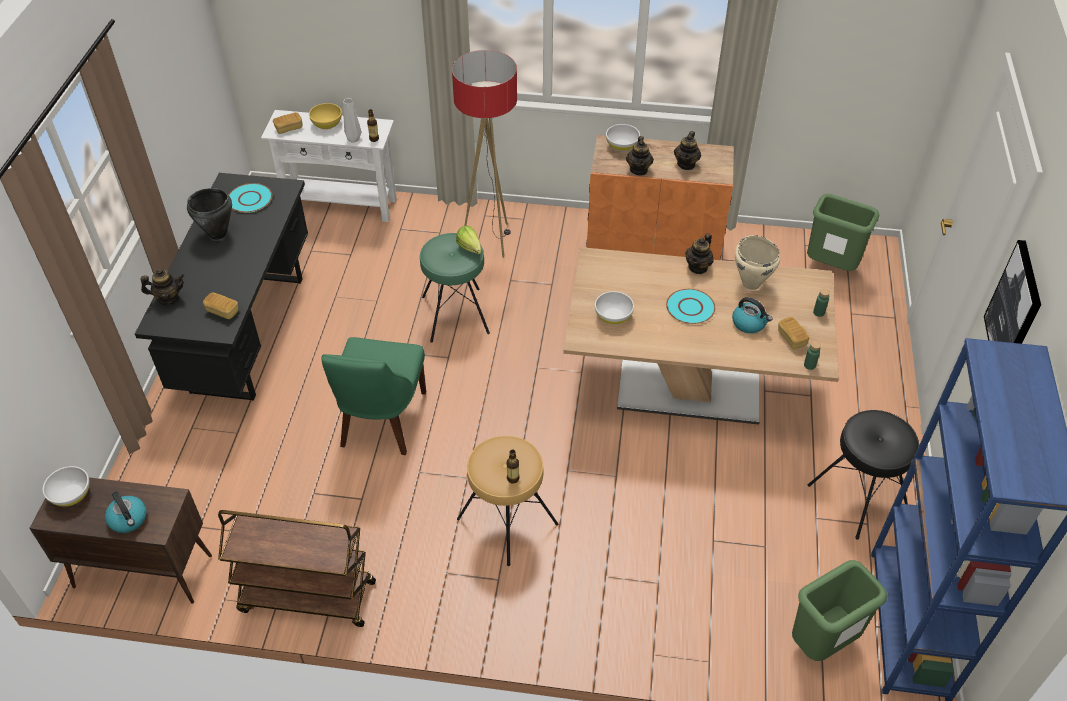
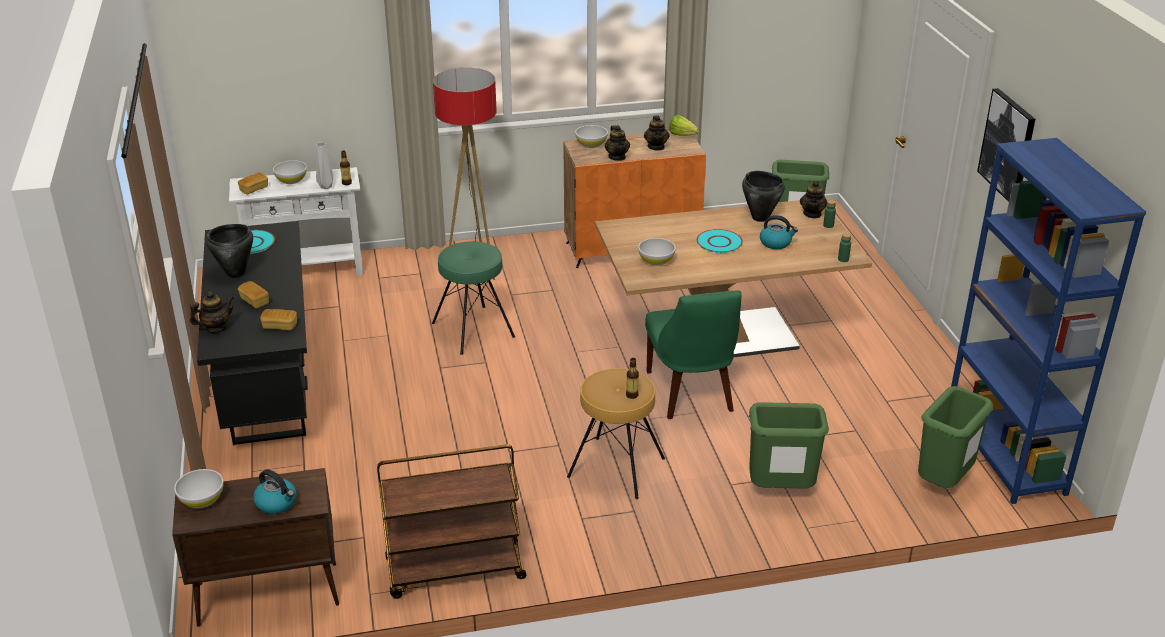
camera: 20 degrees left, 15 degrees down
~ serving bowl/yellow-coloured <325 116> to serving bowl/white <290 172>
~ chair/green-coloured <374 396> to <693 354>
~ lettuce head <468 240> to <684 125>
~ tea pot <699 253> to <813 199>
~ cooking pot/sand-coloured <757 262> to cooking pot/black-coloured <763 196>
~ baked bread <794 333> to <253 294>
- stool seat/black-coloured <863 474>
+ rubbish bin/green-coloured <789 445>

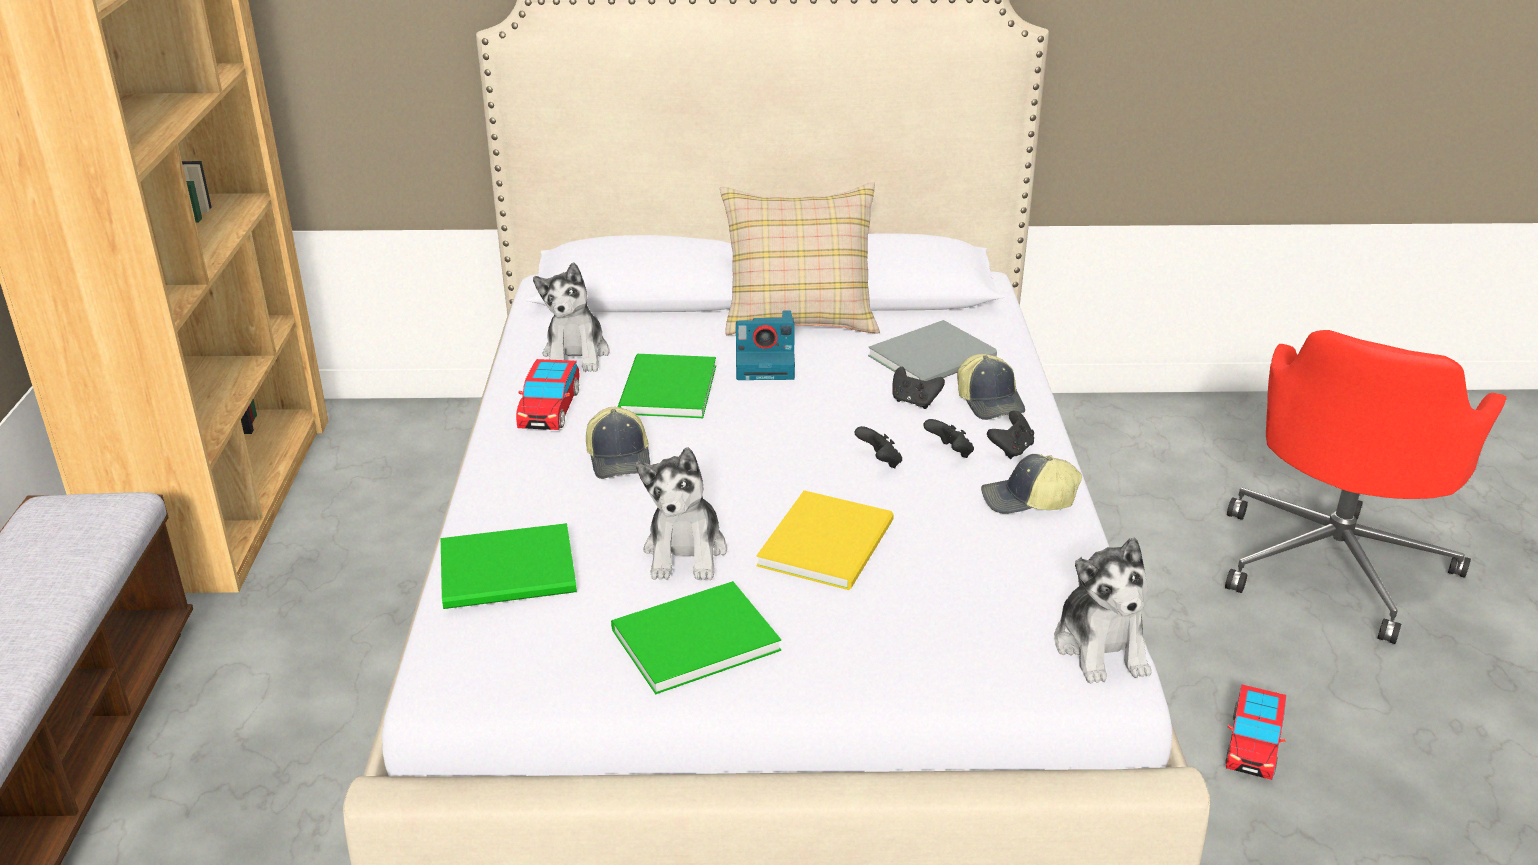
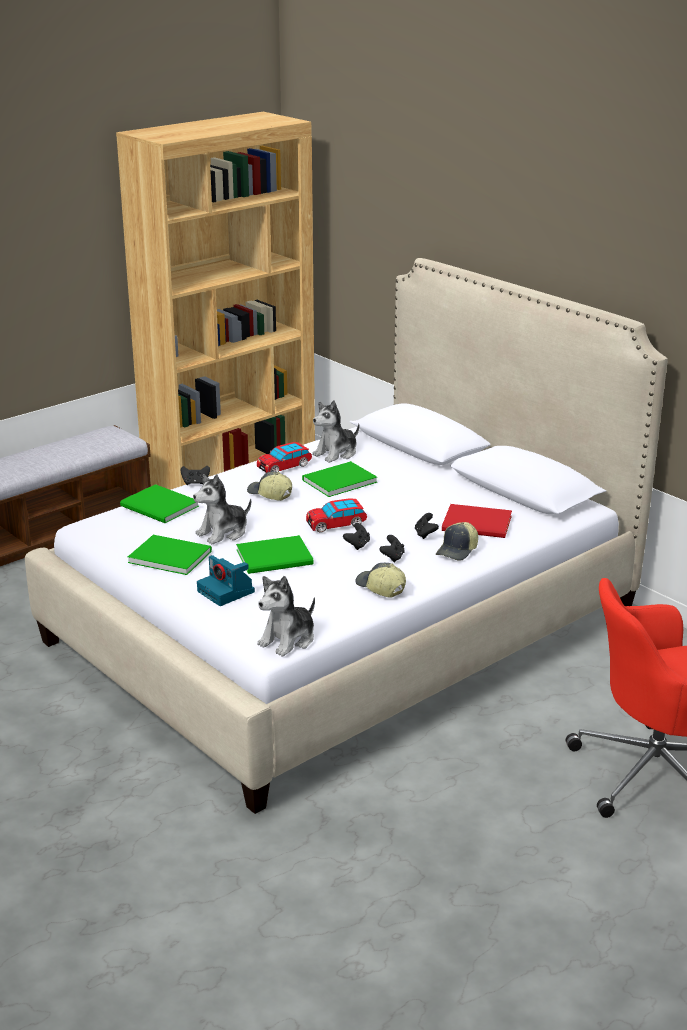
camera: 50 degrees right, 5 degrees down
~ peaked cap <618 443> = <269 486> 90 degrees clockwise
- cushion/sand-coloured <800 258>
~ still camera <765 345> to <226 580>
~ volume/yellow-coloured <825 540> to volume/green-coloured <275 554>
~ volume/gray <932 350> to volume/red <477 521>
~ joypad/black-coloured <1010 434> to <195 475>
~ toy car <1255 732> to <336 515>

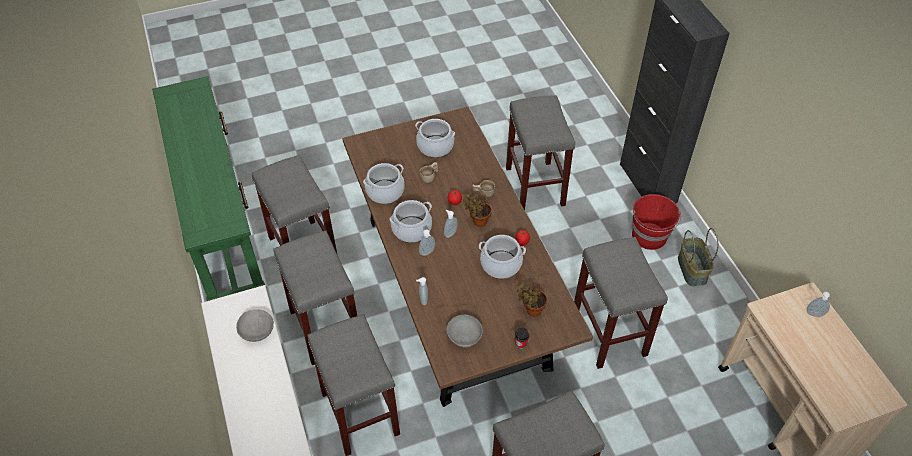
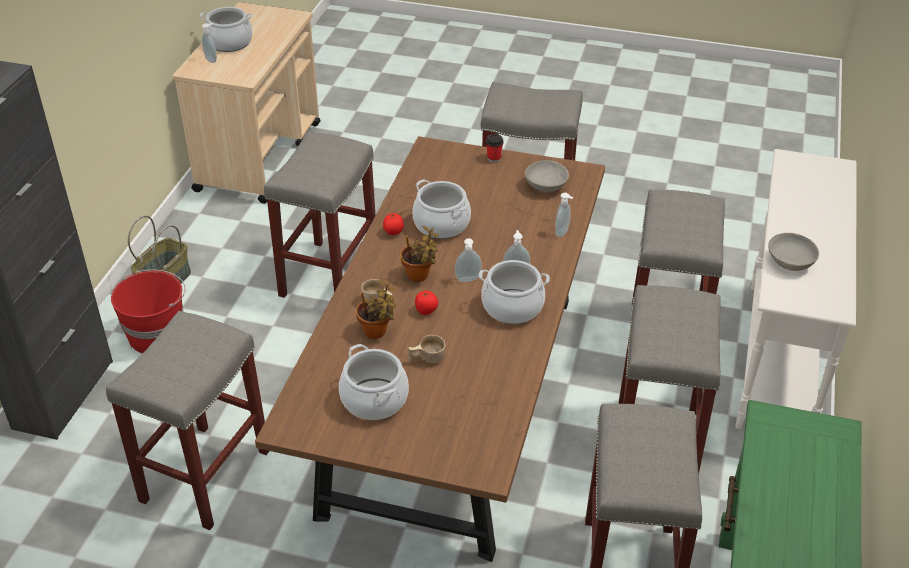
camera: 145 degrees left, 10 degrees down
~ cooking pot <383 183> to <226 29>
~ potted plant <532 299> to <376 309>

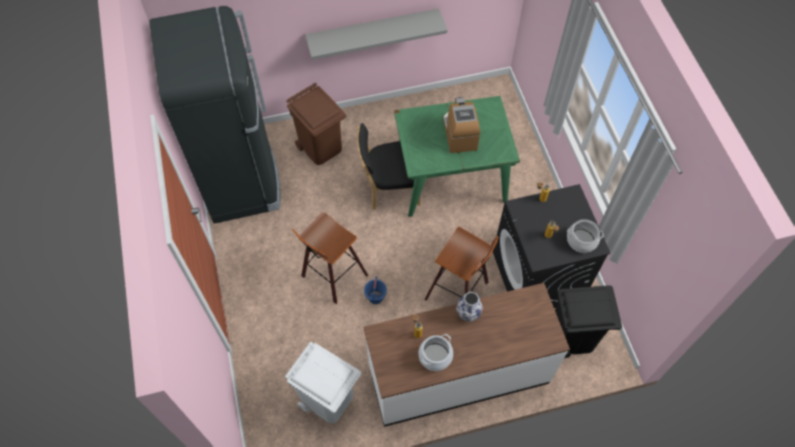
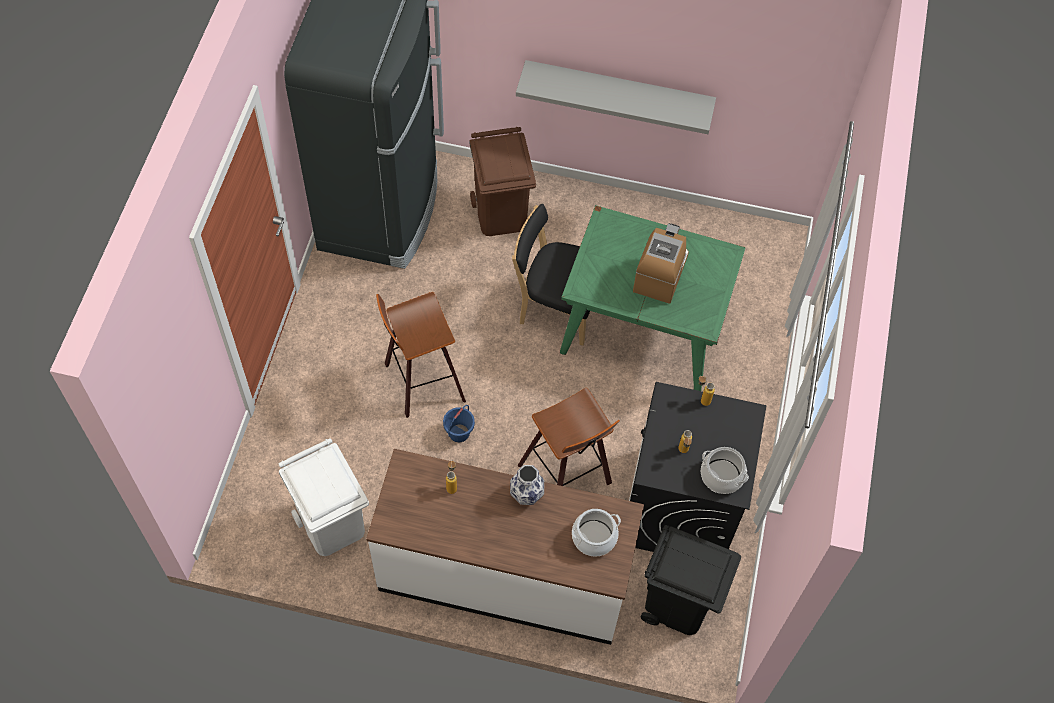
camera: 25 degrees right, 0 degrees up
~ cooking pot <436 352> to <596 533>

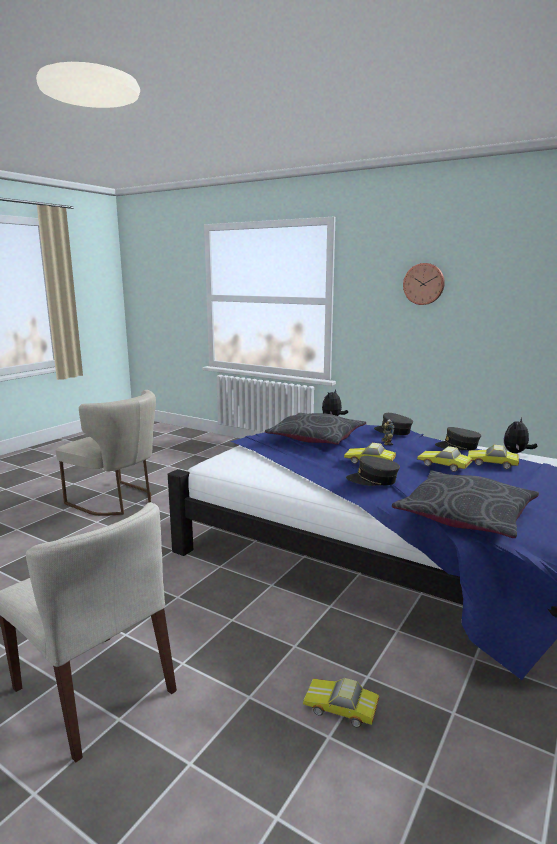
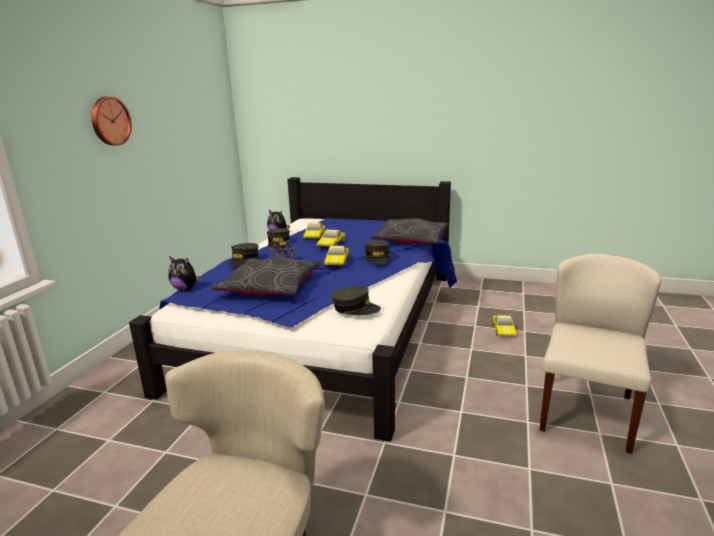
camera: 105 degrees left, 5 degrees up
+ peaked cap/gray <356 301>

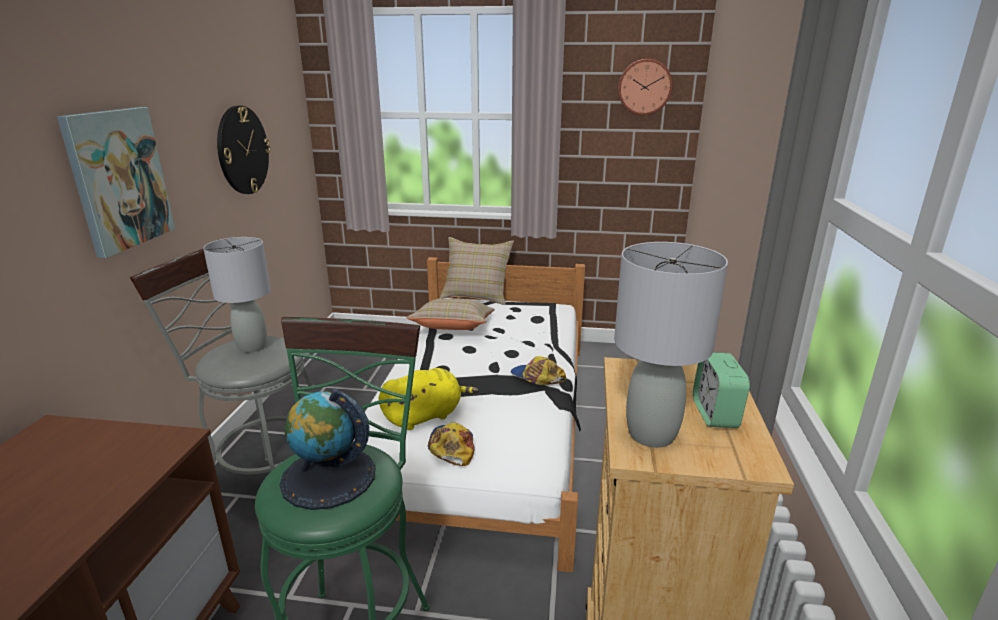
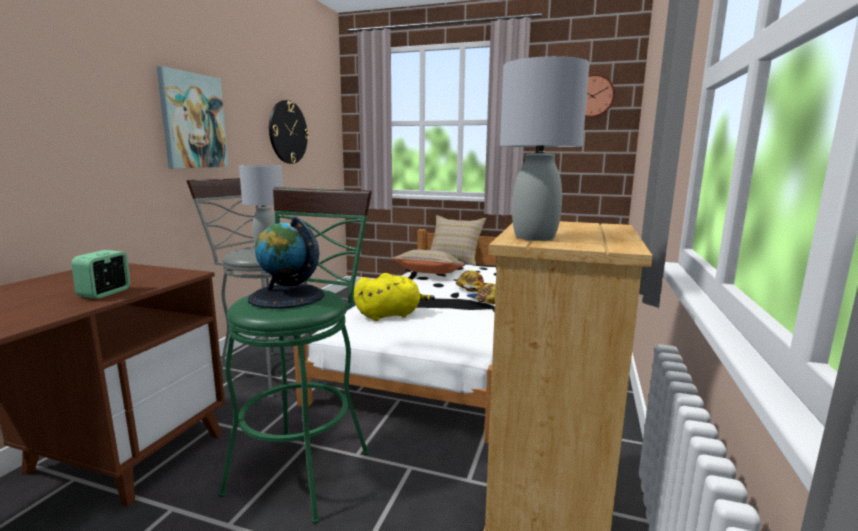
camera: 10 degrees right, 10 degrees down
~ peaked cap <451 444> to <470 281>
~ bedside clock <721 390> to <100 274>

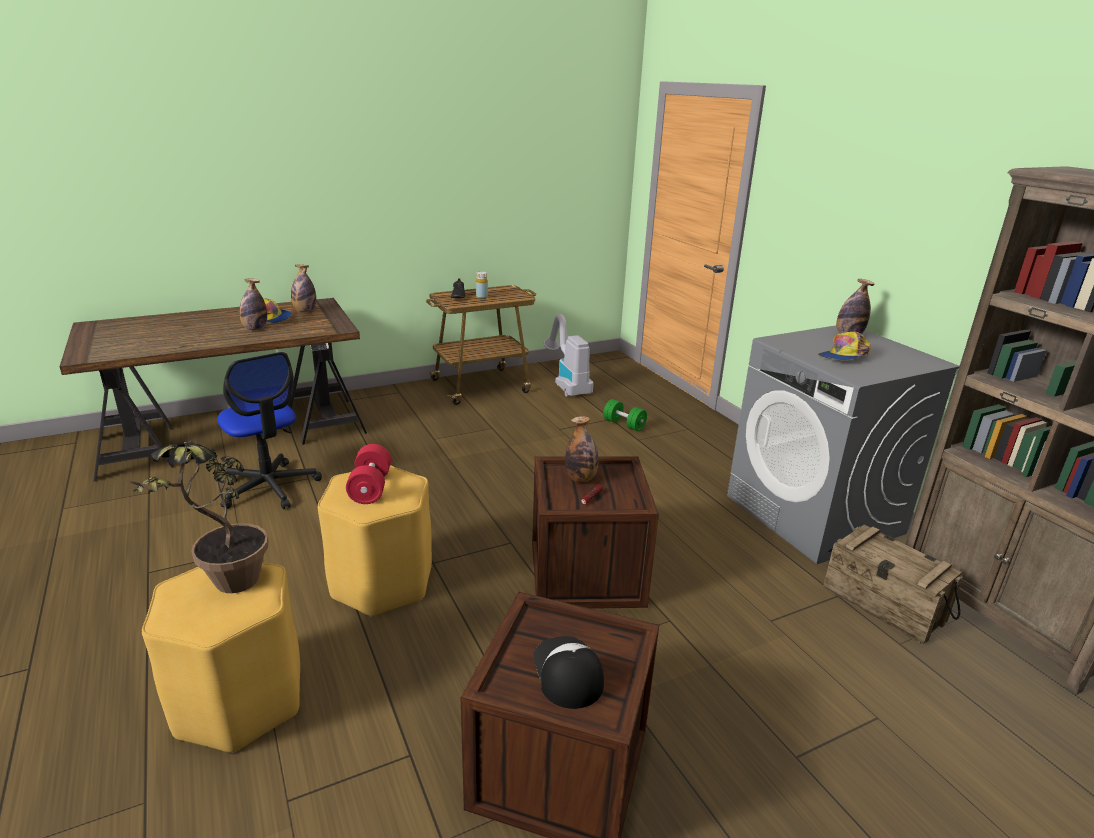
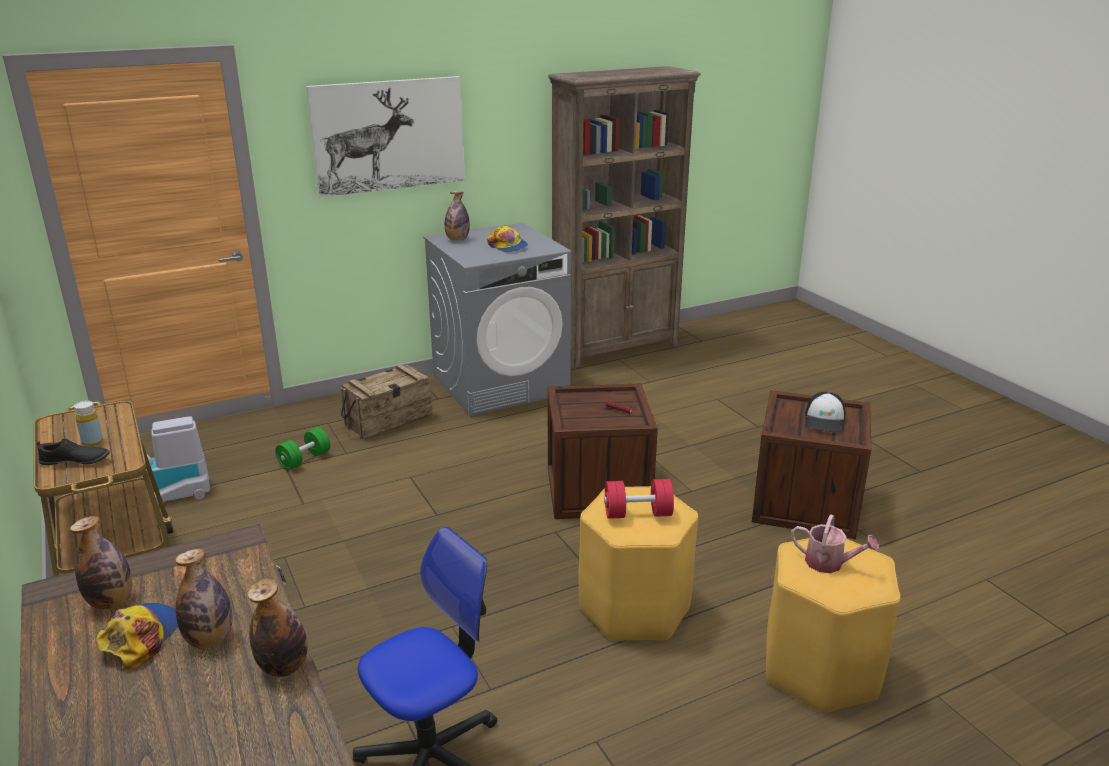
camera: 90 degrees left, 0 degrees up
~ potted plant <196 517> to sprinkling can <835 543>
~ peaked cap <568 672> = <825 412> 60 degrees counterclockwise
~ beverage bottle <582 449> to <277 628>
~ crate <893 584> to <386 402>
+ wall art <385 137>

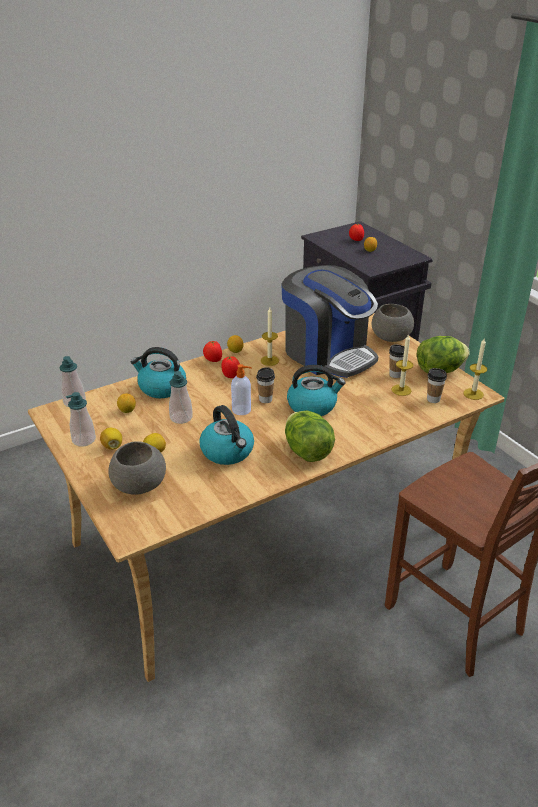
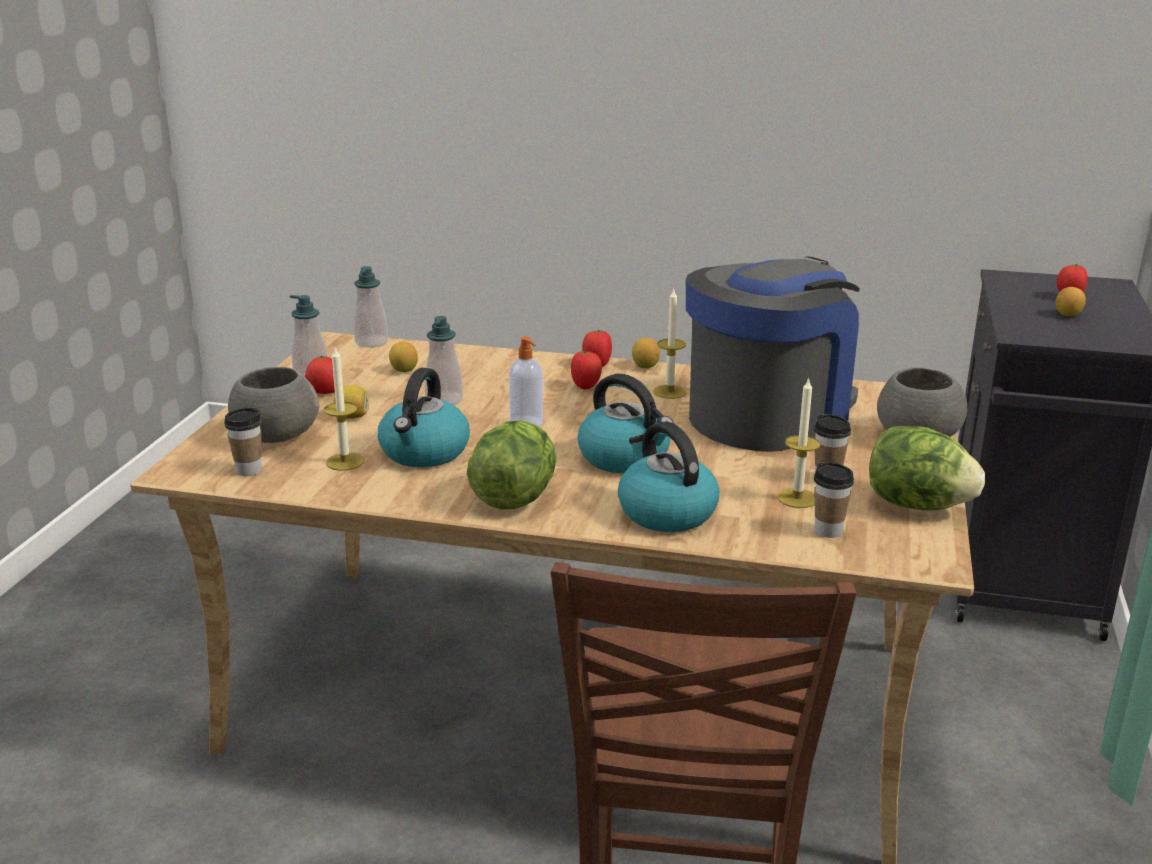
camera: 45 degrees right, 10 degrees down
~ lemon <111 439> to tomato <320 375>
~ kettle <158 372> to <668 476>
~ small cup <265 385> to <243 442>
~ coffee machine <329 321> = <773 354> 135 degrees counterclockwise
~ wax light <475 369> to <344 409>

